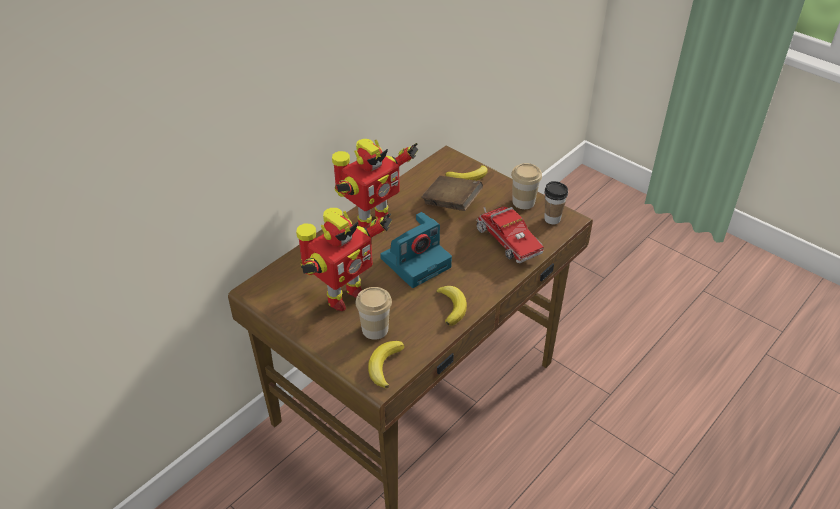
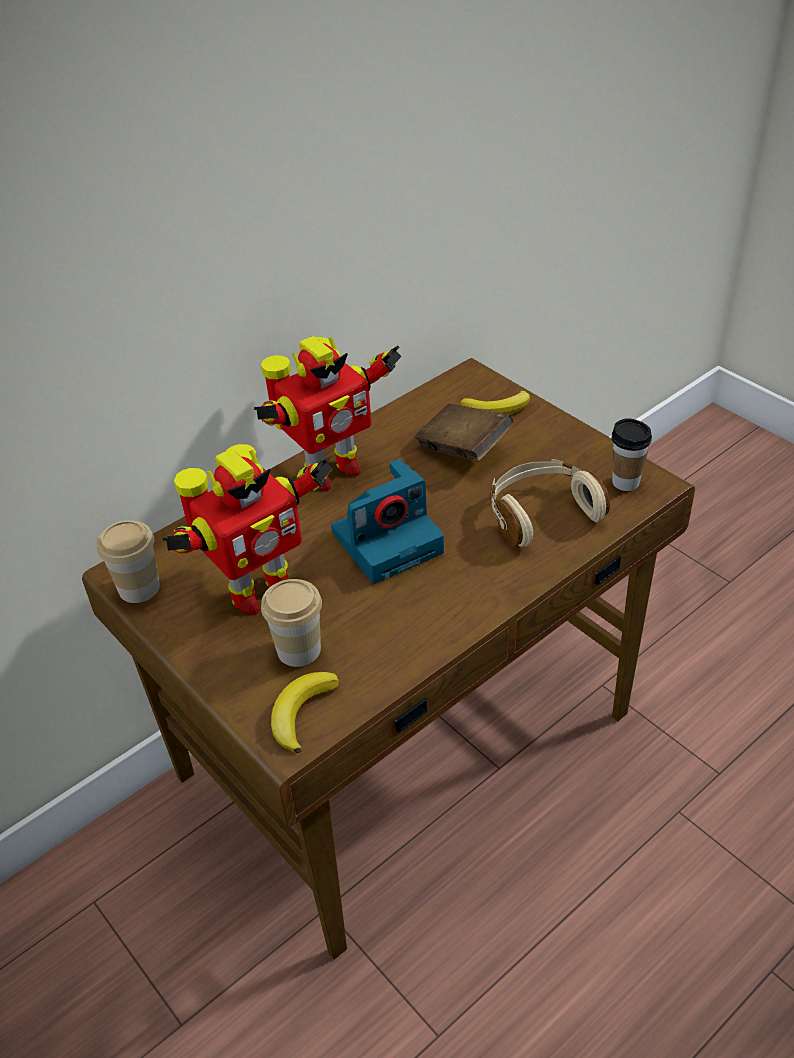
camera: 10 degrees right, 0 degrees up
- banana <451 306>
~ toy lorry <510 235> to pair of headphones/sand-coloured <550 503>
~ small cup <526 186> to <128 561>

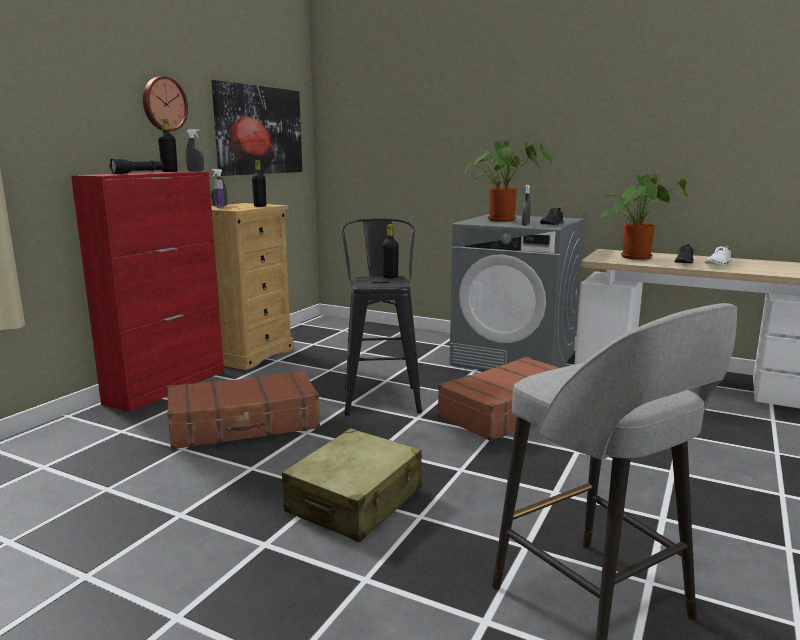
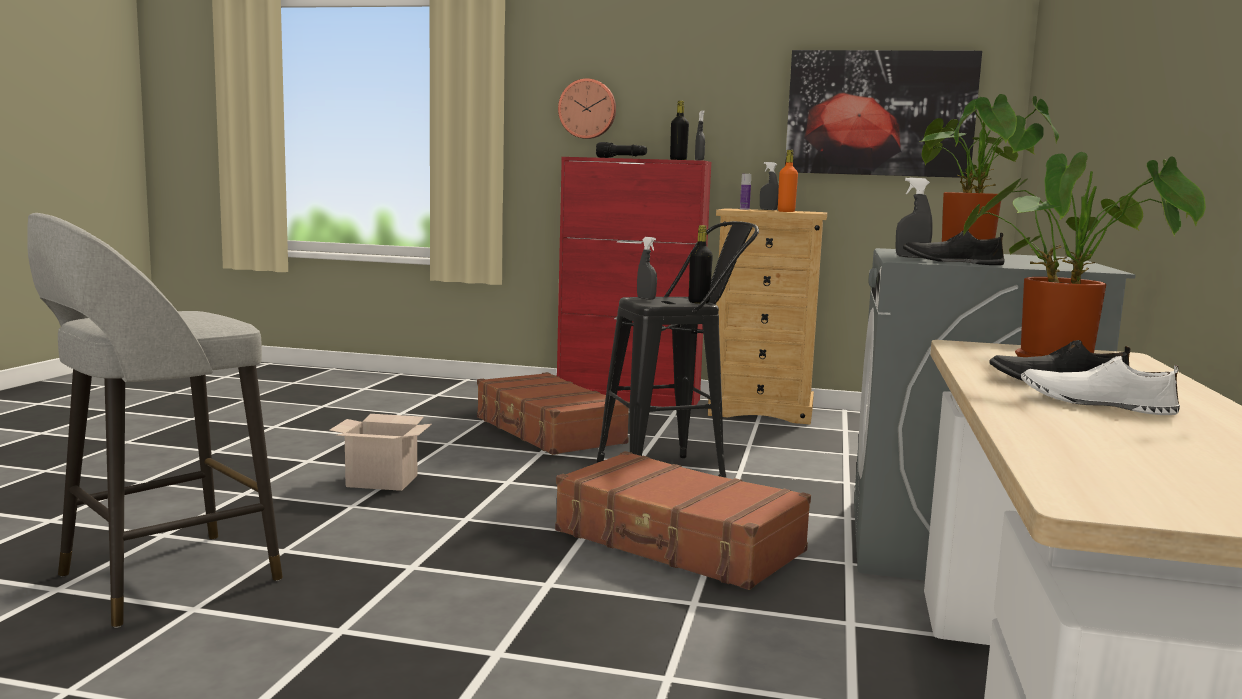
camera: 75 degrees right, 5 degrees down
~ hanging clock <165 103> to <587 108>
~ beverage bottle/black-coloured <259 183> to beverage bottle/orangey <788 181>
~ piece of luggage/sand-coloured <352 485> to packing box <380 452>
+ hand sprayer/gray <647 268>

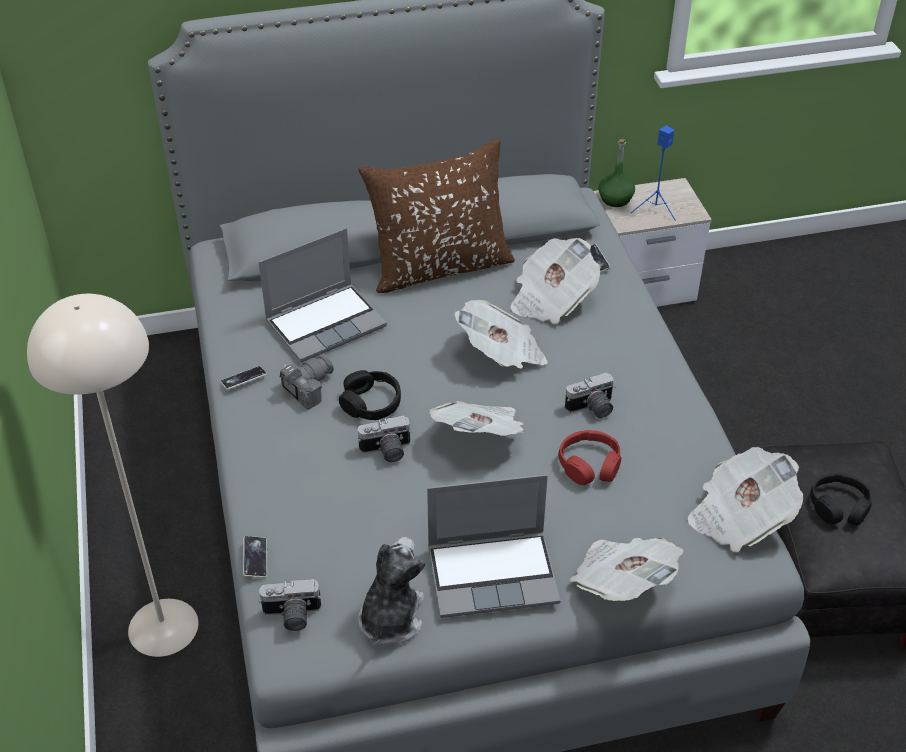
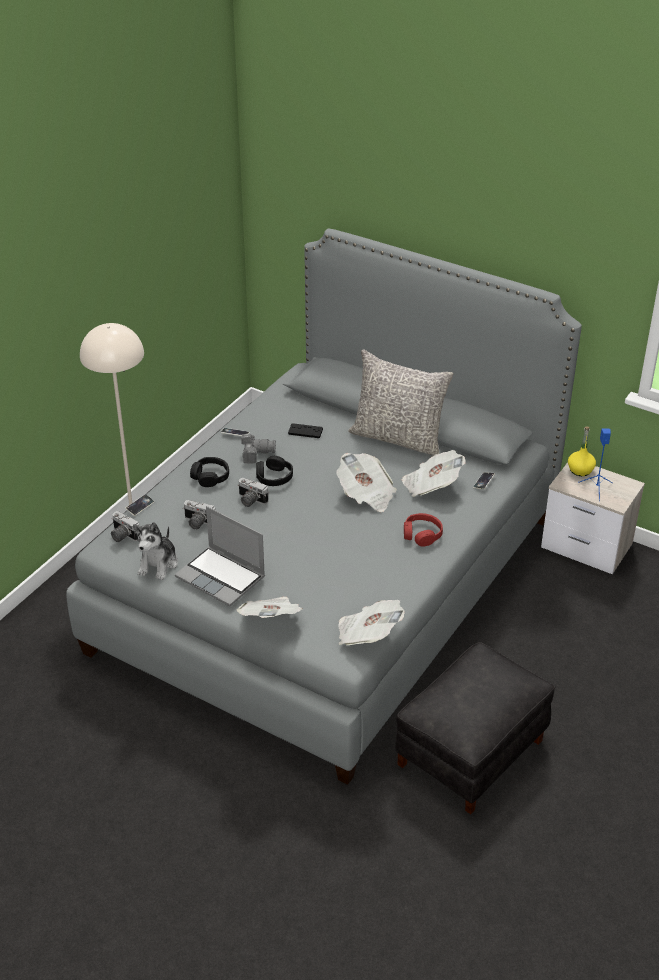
camera: 45 degrees right, 5 degrees down
~ portable computer <322 295> to joypad/black-coloured <305 430>
~ cushion/brown <436 216> to cushion/gray <401 402>
~ plush toy <391 591> = <155 551> 135 degrees clockwise
- newspaper <477 418>
~ pair of headphones/red <590 457> to <423 530>
~ still camera <590 395> to <199 515>
~ beverage bottle/green-coloured <616 173> to beverage bottle/yellow-coloured <582 451>
~ pair of headphones/black-coloured <841 499> to <209 472>

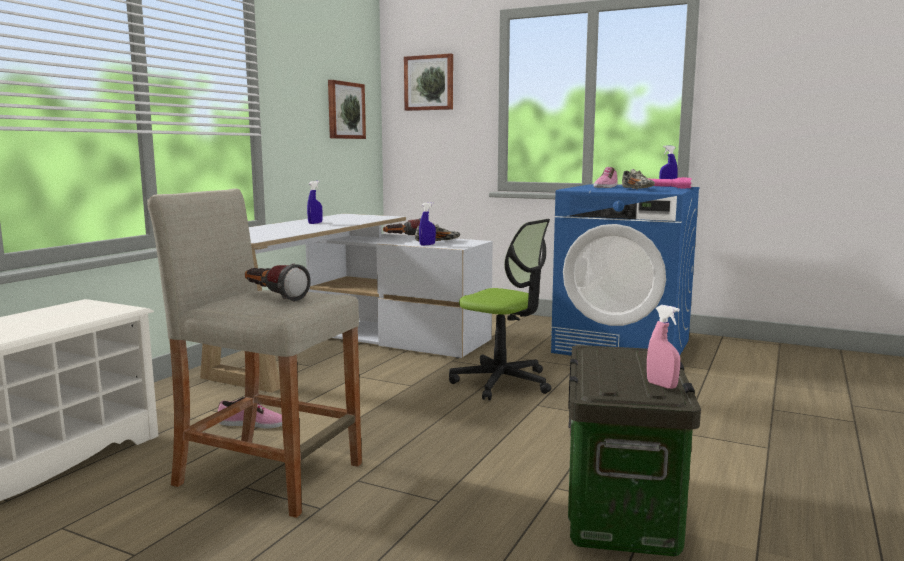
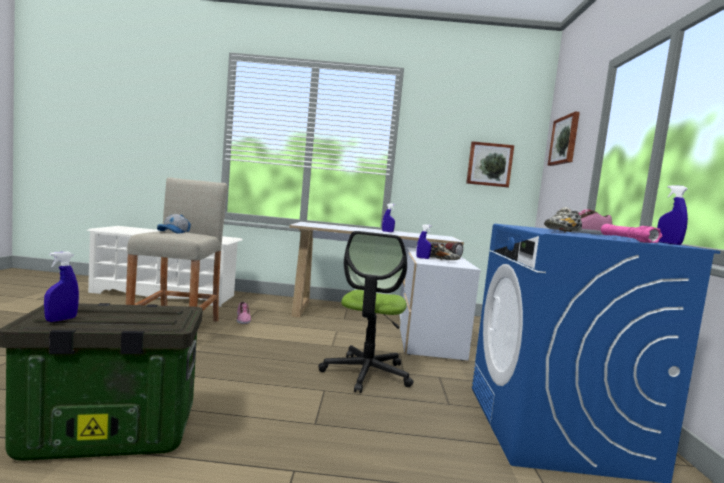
camera: 65 degrees right, 5 degrees down
~ flashlight <278 282> to peaked cap <174 224>
~ hand sprayer/pink <663 347> to hand sprayer/blue <61 287>

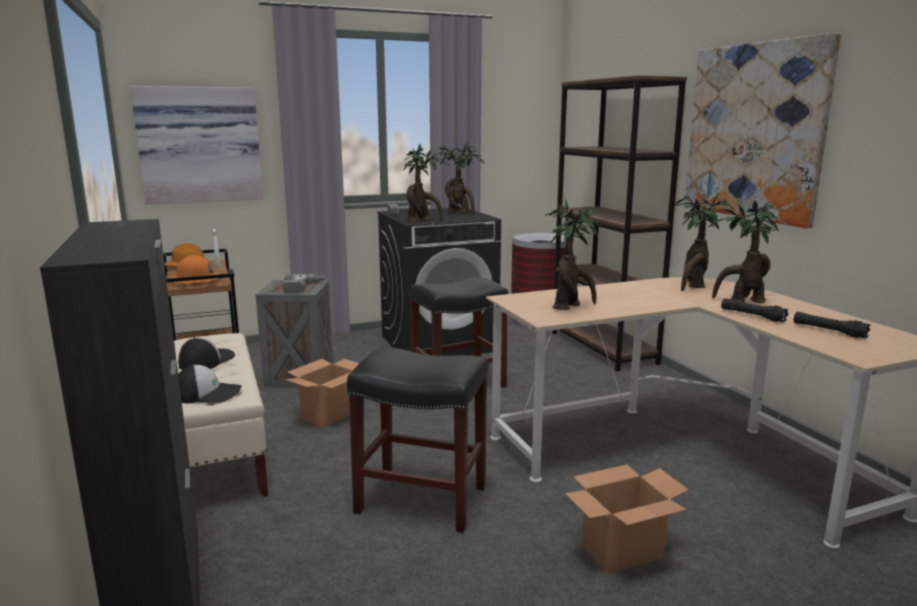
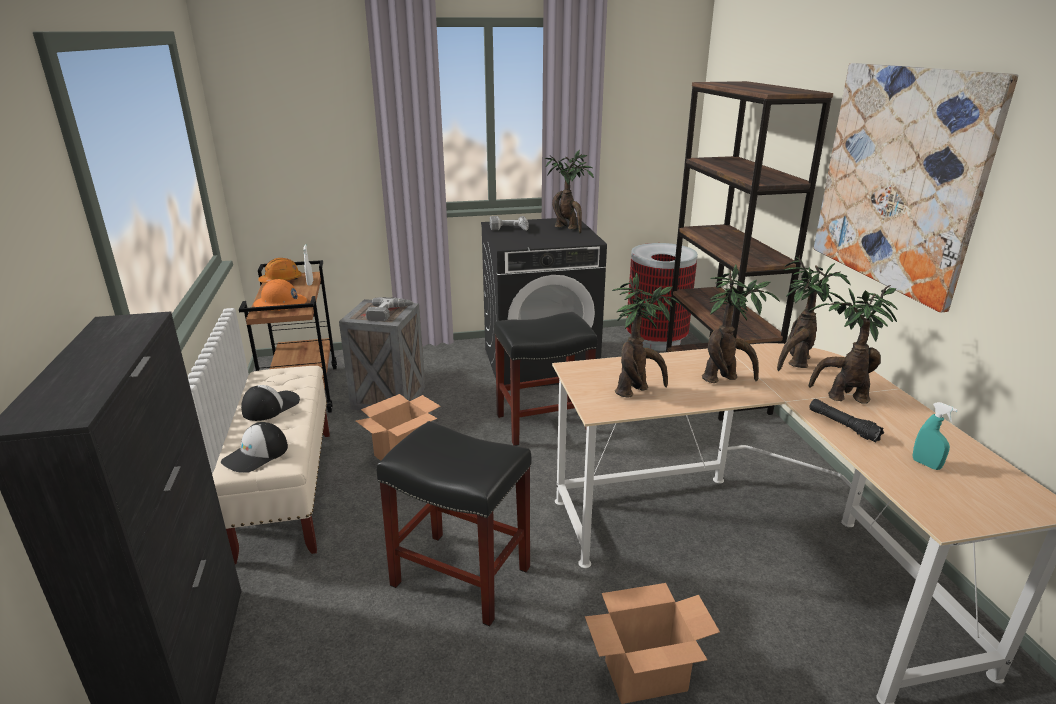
camera: 10 degrees right, 10 degrees up
- wall art <196 145>
~ peaked cap <210 383> = <254 447> 120 degrees clockwise
~ potted plant <427 182> to <741 324>
~ flashlight/black-coloured <832 325> to hand sprayer/turquoise-coloured <935 436>

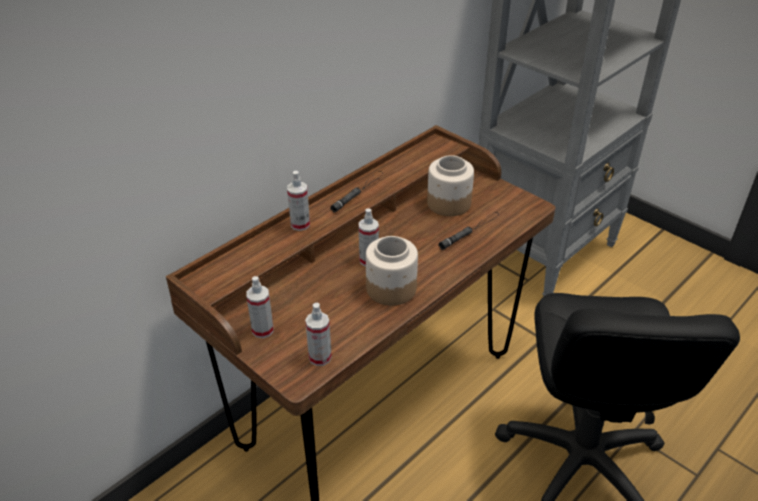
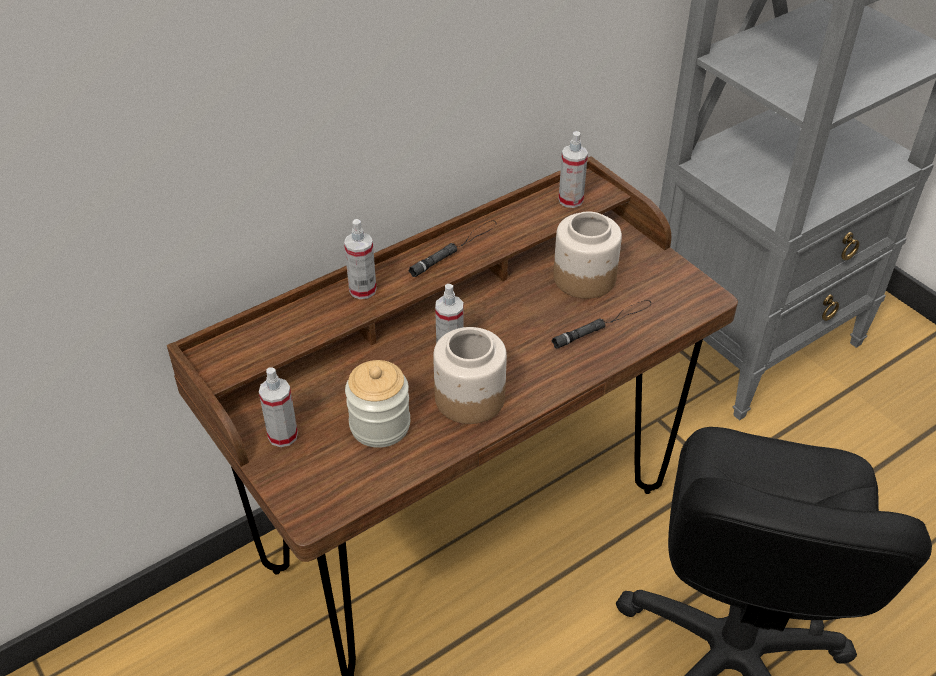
camera: 10 degrees right, 5 degrees up
~ hand sprayer <318 334> to <573 169>
+ preserve jar <377 404>

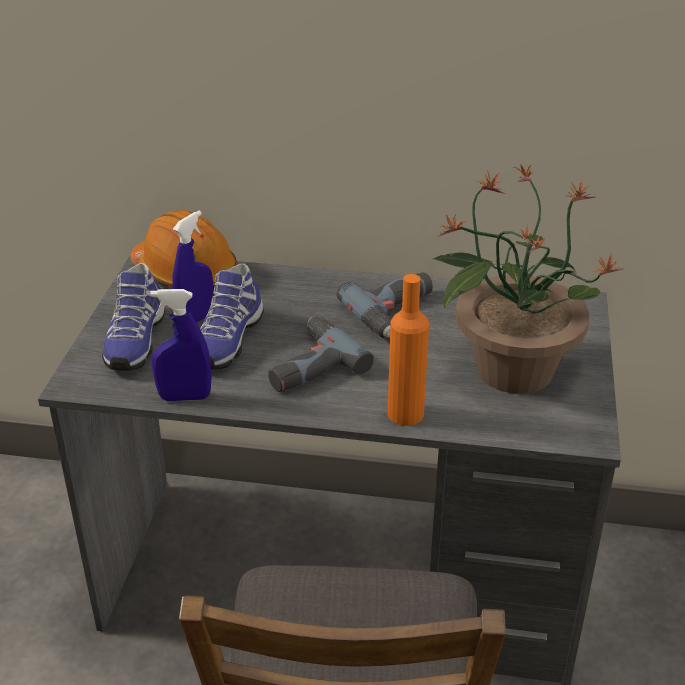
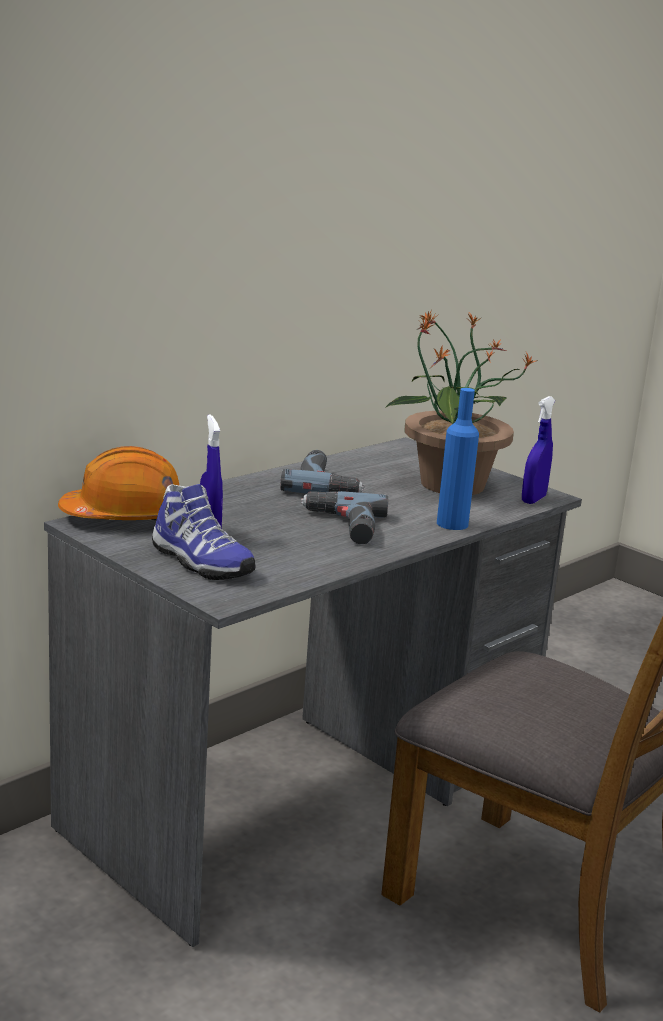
camera: 55 degrees left, 15 degrees down
~ hand sprayer/blue <180 345> to <538 450>
- shoe <232 317>
~ beverage bottle/orangey <408 350> to beverage bottle/blue <458 459>

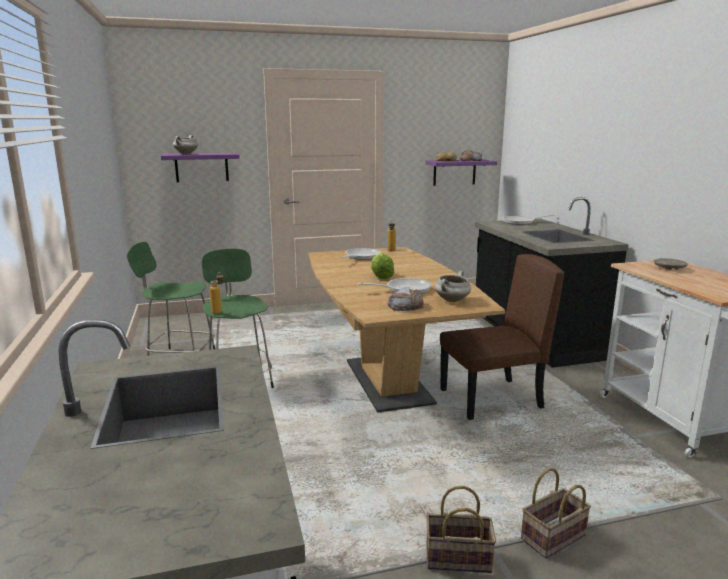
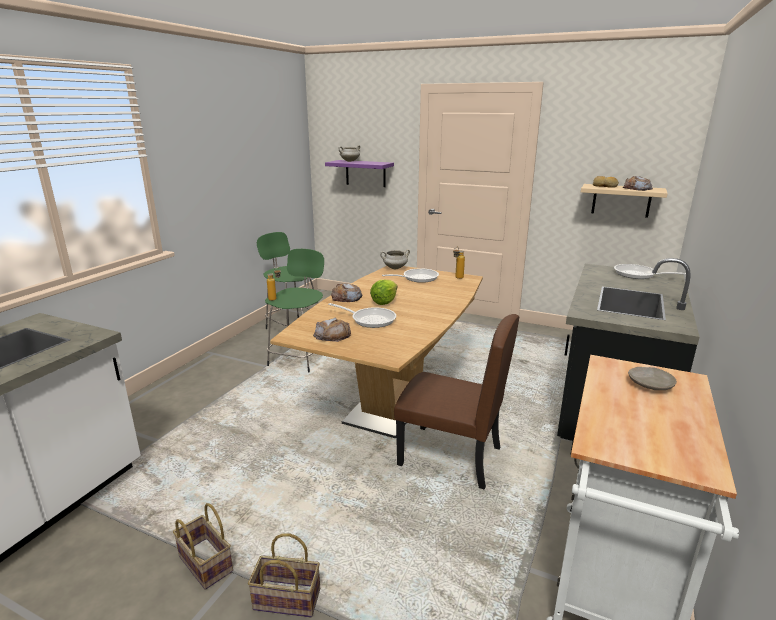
camera: 40 degrees right, 5 degrees up
~ wall shelf/purplish <461 172> to wall shelf/sand-coloured <624 201>
~ cooking pot/white <453 286> to <395 259>
+ baked bread <347 292>

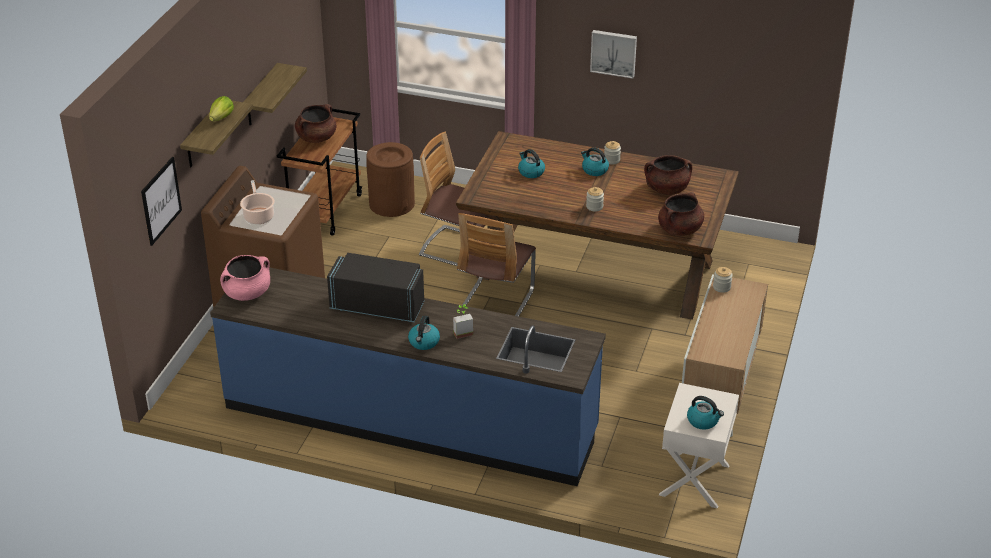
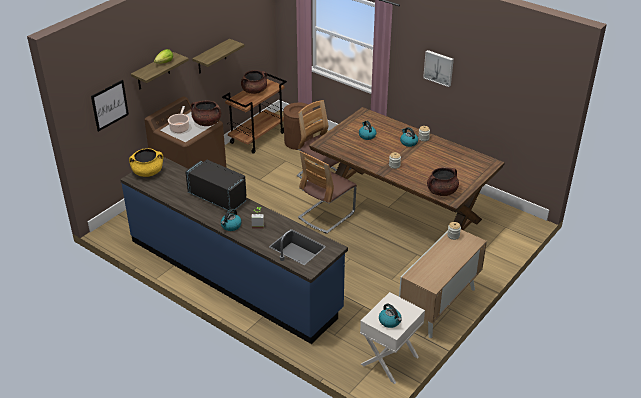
camera: 20 degrees right, 0 degrees up
~ cooking pot/pink <245 278> to cooking pot/yellow-coloured <146 162>
~ cooking pot/brown <668 175> to <206 113>

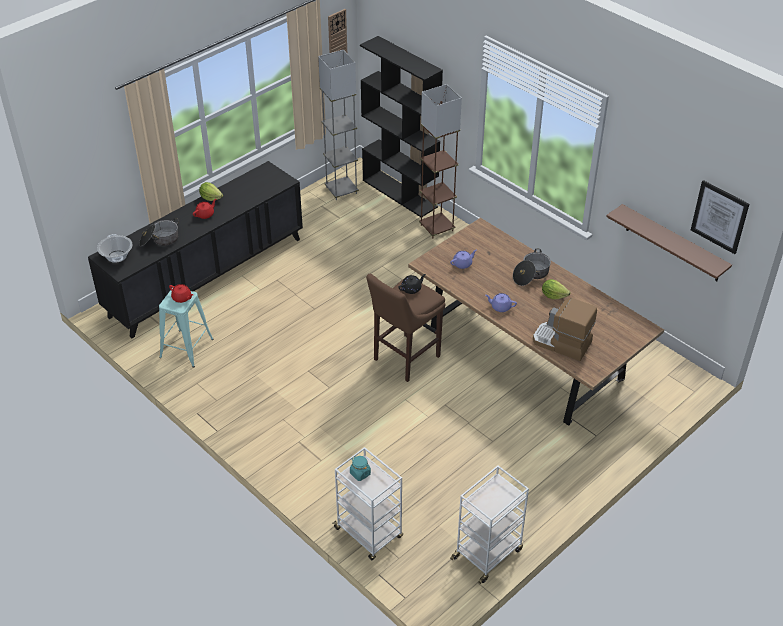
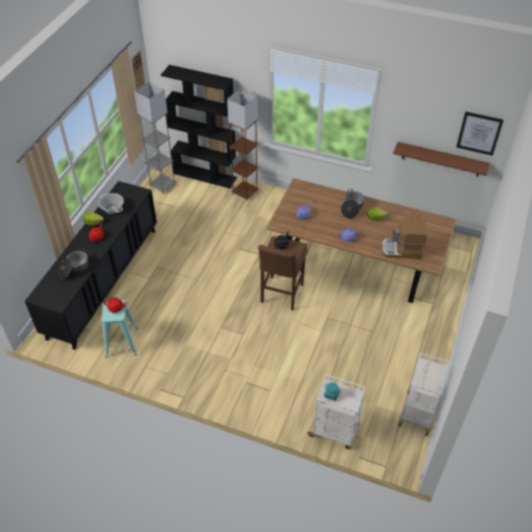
camera: 25 degrees left, 5 degrees up
~ cooking pot <114 248> to <111 203>

